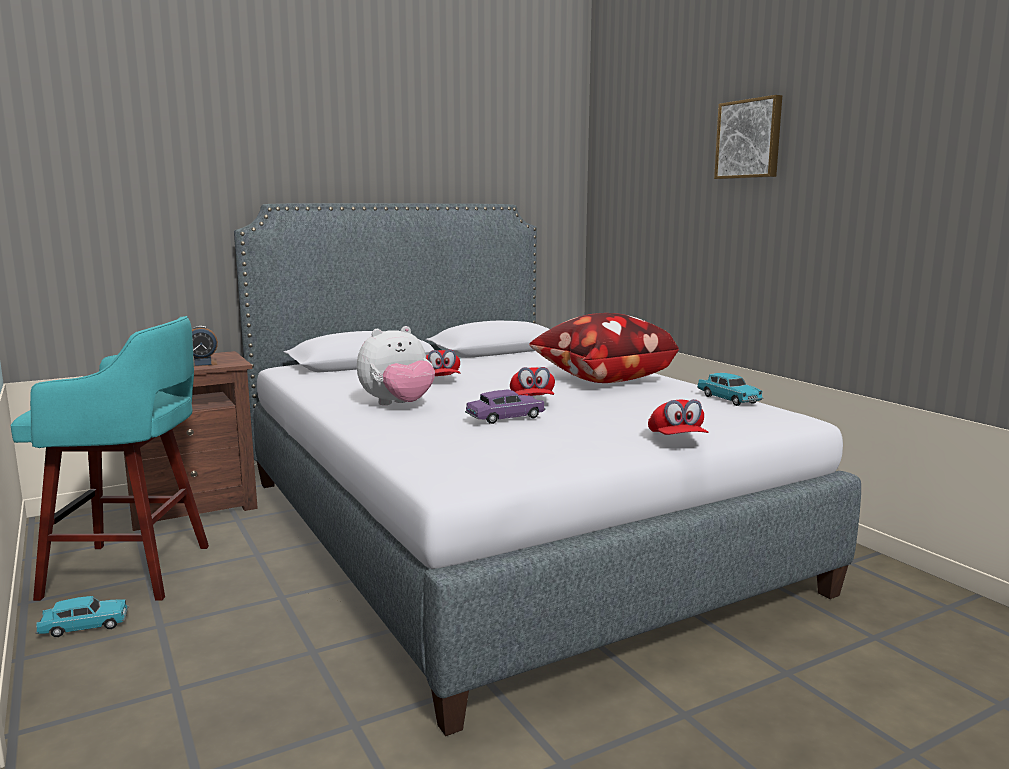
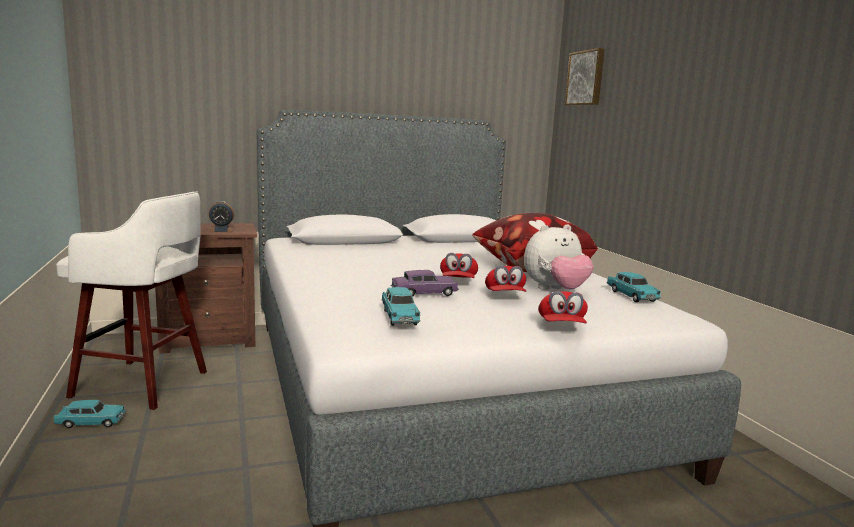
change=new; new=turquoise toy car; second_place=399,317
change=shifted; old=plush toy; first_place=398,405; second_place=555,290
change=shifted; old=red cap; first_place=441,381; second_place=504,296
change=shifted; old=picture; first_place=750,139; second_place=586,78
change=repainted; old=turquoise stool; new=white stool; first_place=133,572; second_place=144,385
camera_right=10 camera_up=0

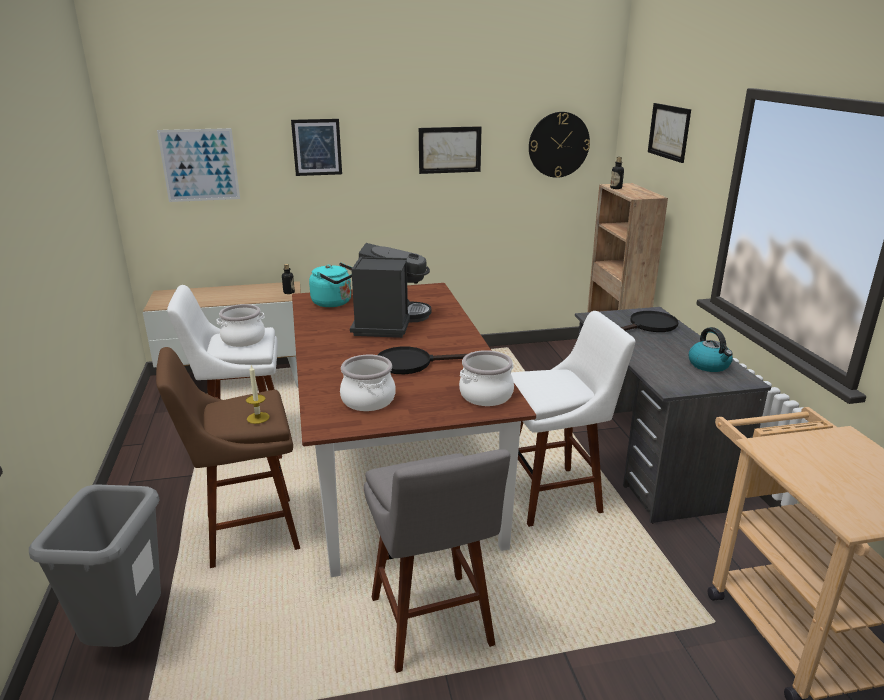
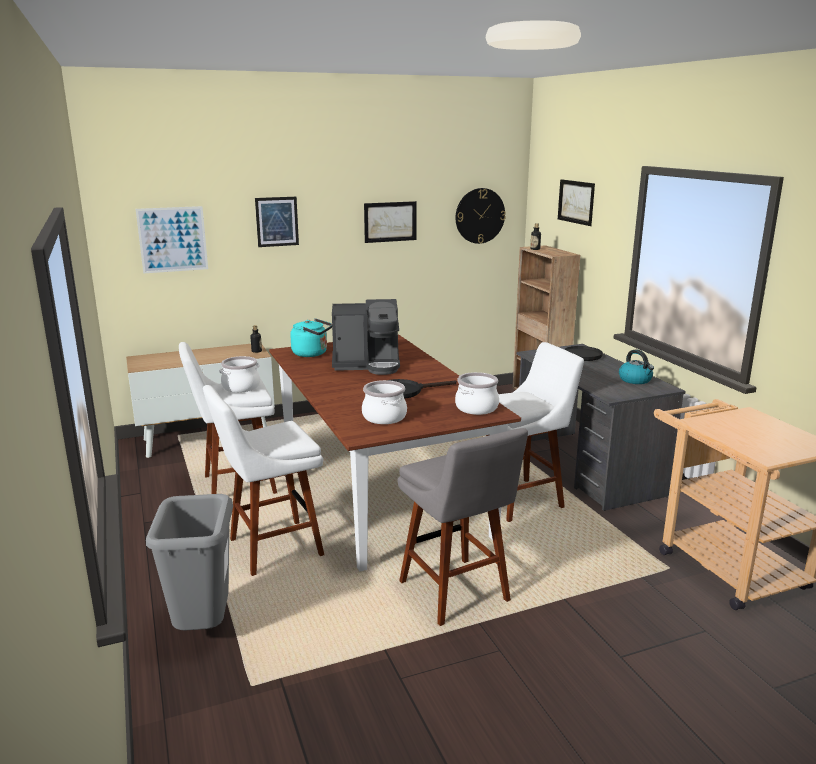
change=gone; old=candle; first_place=258,418
change=repainted; old=brown stool; new=white stool; first_place=245,532; second_place=270,548
change=rotated; old=coffee machine; first_place=388,322; second_place=368,365; degrees=90
camera_right=-10 camera_up=-5

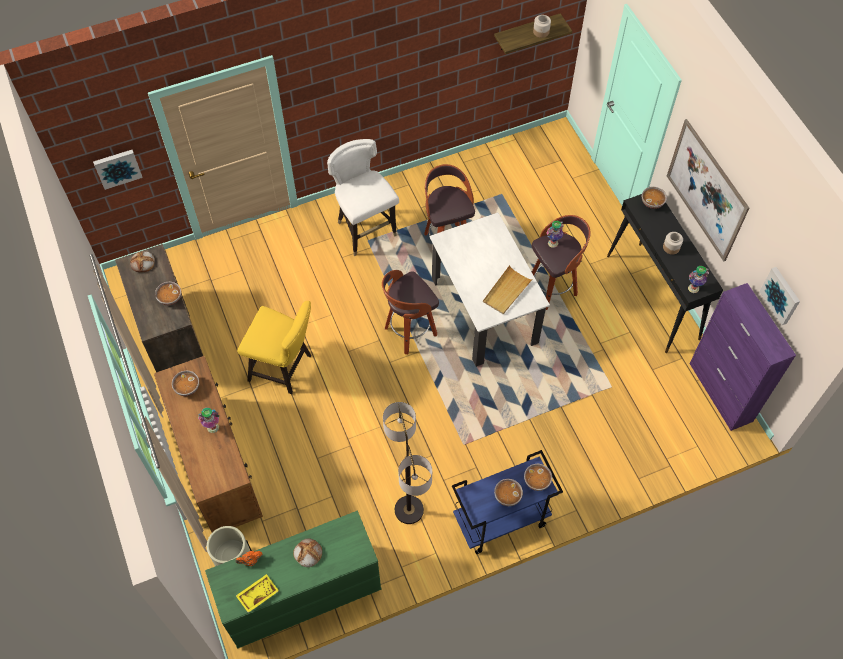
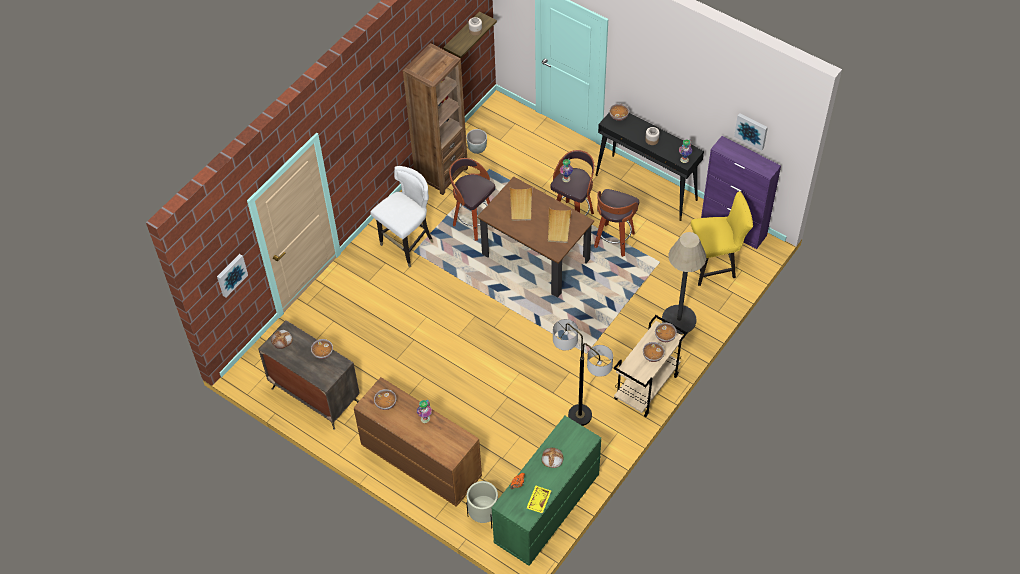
change=gone; old=picture; first_place=706,190
change=new; new=brown bookcase; second_place=441,173
change=new; new=grey planter; second_place=477,148
change=new; new=beige tray; second_place=521,205
change=new; new=floor lamp; second_place=679,319
change=shifted; old=yellow chair; first_place=284,368; second_place=715,265
change=shifted; old=stool; first_place=409,332; second_place=614,241
change=repainted; old=white dining table; new=brown dining table; first_place=484,311; second_place=536,257
change=repainted; old=blue cart; new=beige cart; first_place=500,521; second_place=646,388
change=rotated; old=white chair; first_place=366,231; second_place=407,245; degrees=105
camera_right=-30 camera_up=-5

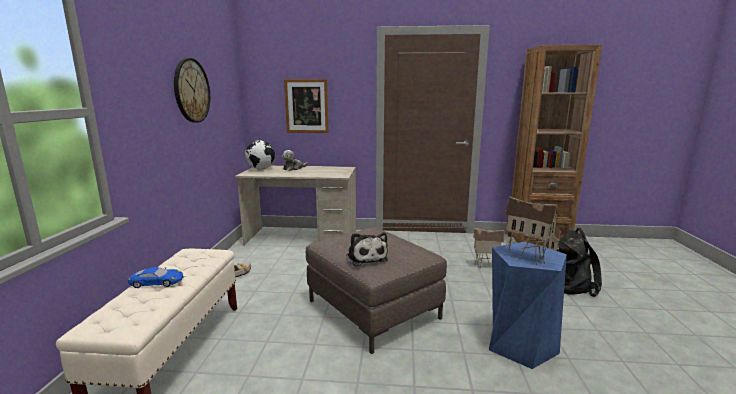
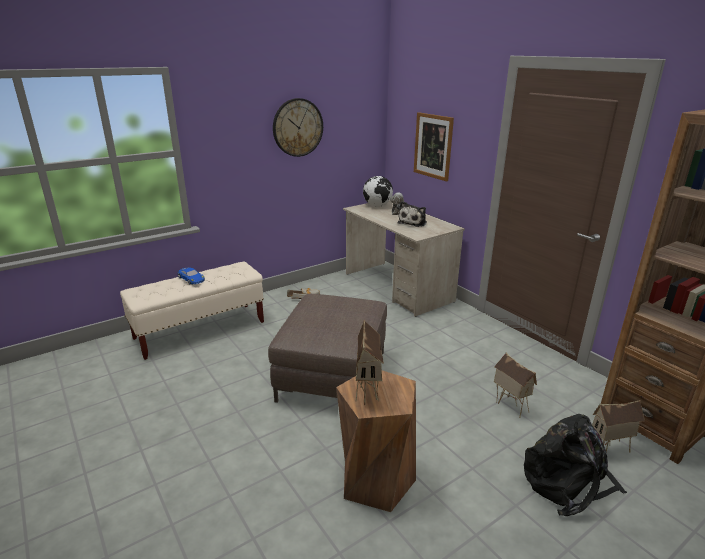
change=shifted; old=plush toy; first_place=366,258; second_place=413,222
change=repainted; old=blue stool; new=brown stool; first_place=520,344; second_place=376,479
camera_right=50 camera_up=10

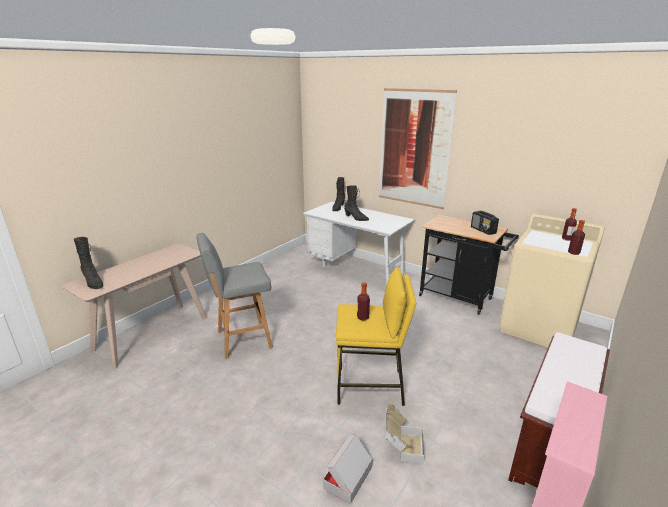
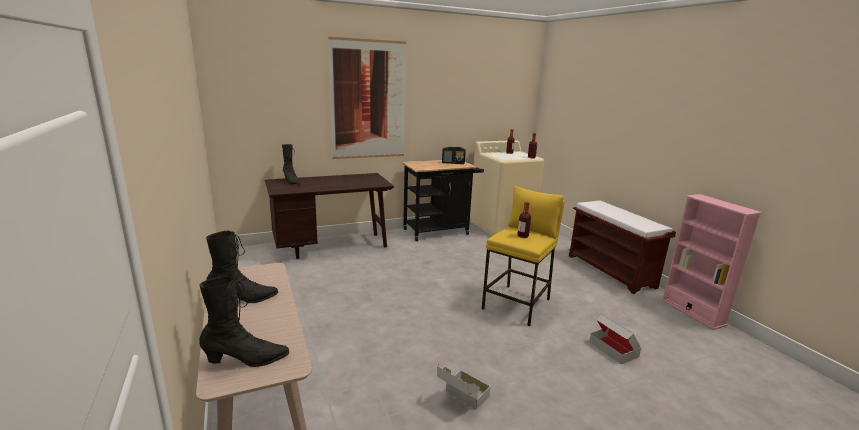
change=gone; old=grey stool; first_place=242,340
change=shifted; old=black boot; first_place=356,218; second_place=244,299
change=shifted; old=cardboard box; first_place=402,446; second_place=461,399
change=repainted; old=white desk; new=brown desk; first_place=356,269; second_place=331,246
camera_right=-60 camera_up=-5

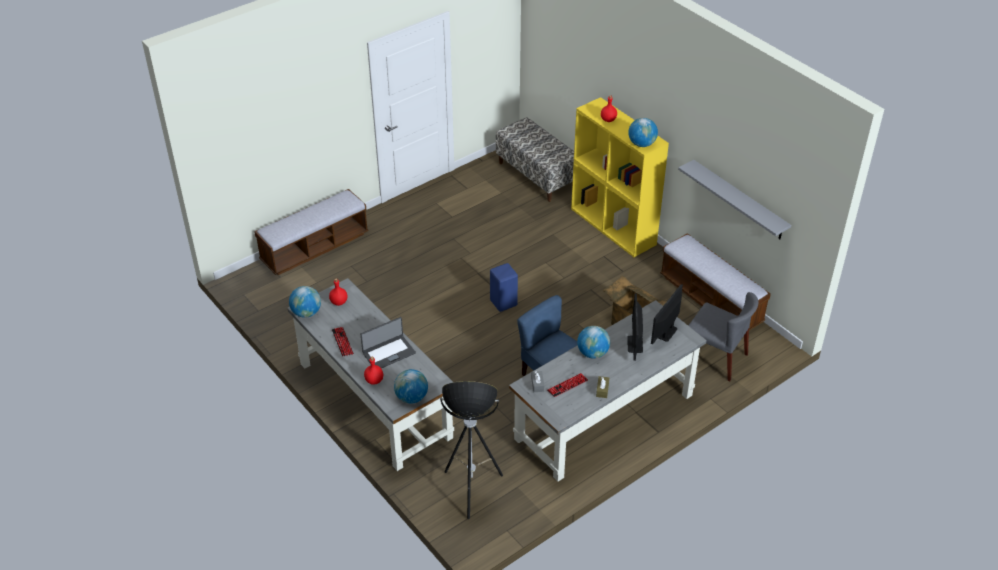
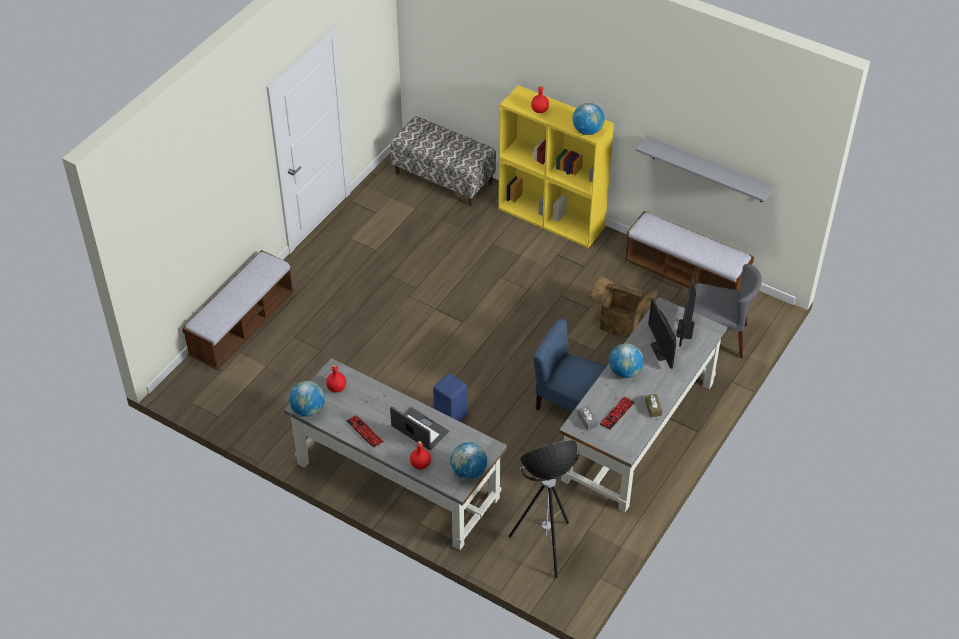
change=shifted; old=blue stool; first_place=504,303; second_place=451,416
change=rotated; old=laptop; first_place=388,353; second_place=419,430; degrees=-90
camera_right=-20 camera_up=5

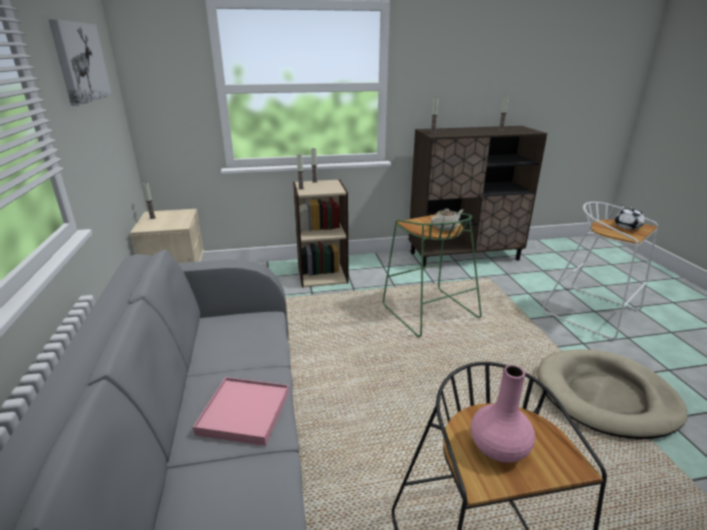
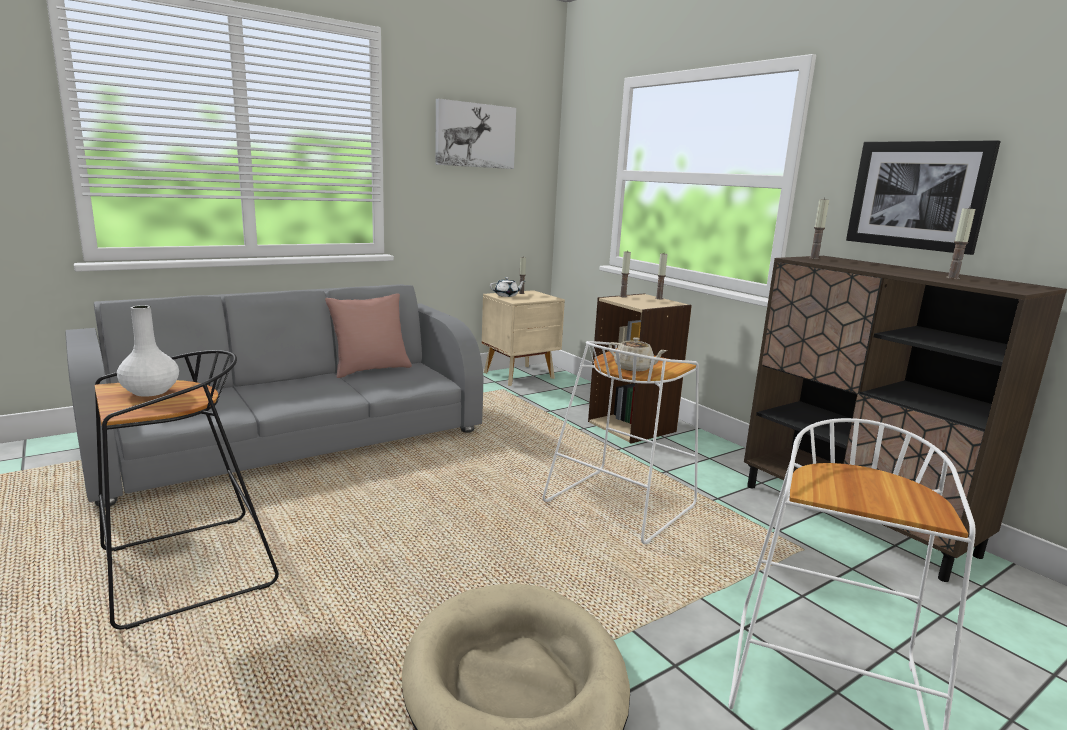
change=gone; old=pink tray; first_place=244,413
change=new; new=pink pillow; second_place=370,370
change=new; new=picture; second_place=917,195
change=shifted; old=white teapot; first_place=627,226; second_place=507,295
change=repainted; old=green stool; new=white stool; first_place=428,311; second_place=620,503
change=repainted; old=pink vase; new=white vase; first_place=499,448; second_place=150,392
camera_right=65 camera_up=-10

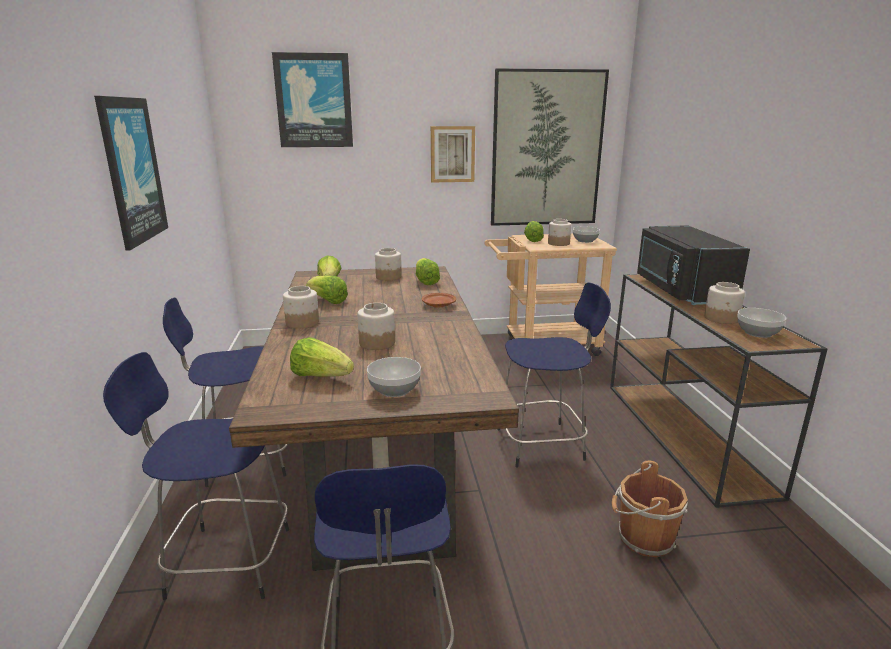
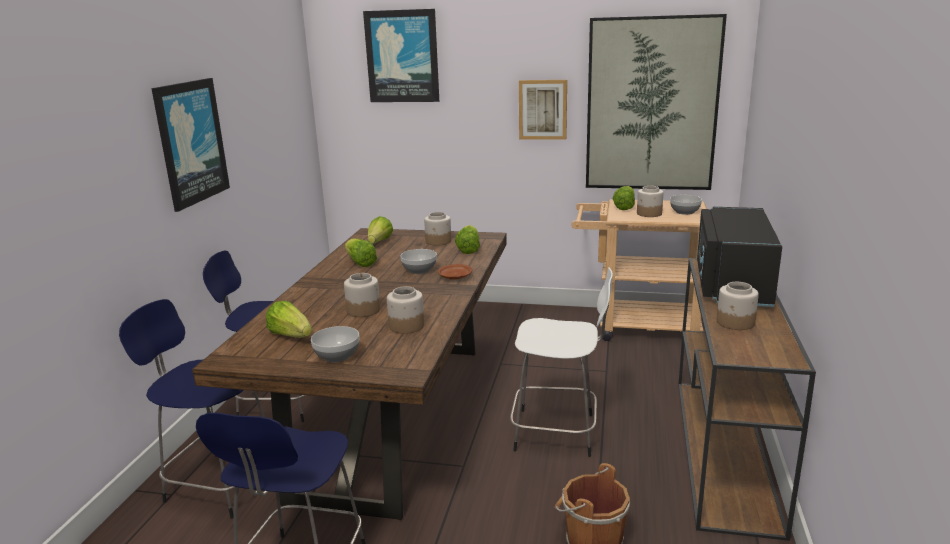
change=shifted; old=jar; first_place=302,323; second_place=406,326
change=shifted; old=bowl; first_place=758,333; second_place=419,270
change=repainted; old=blue stool; new=white stool; first_place=543,444; second_place=558,432
camera_right=20 camera_up=0

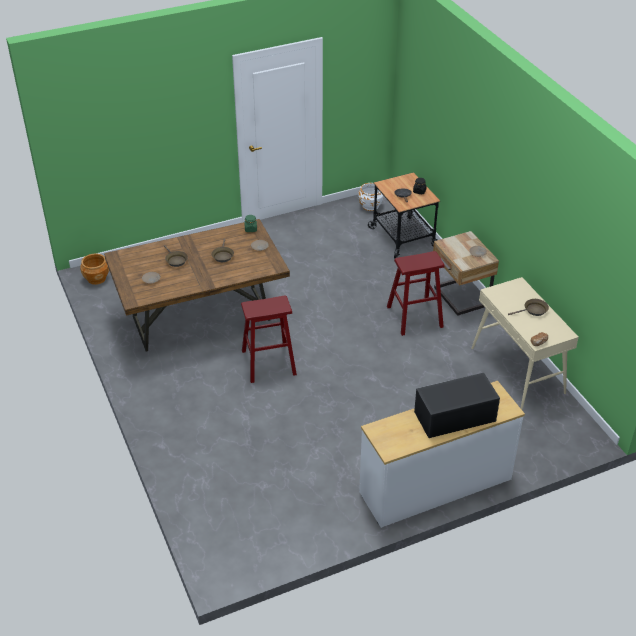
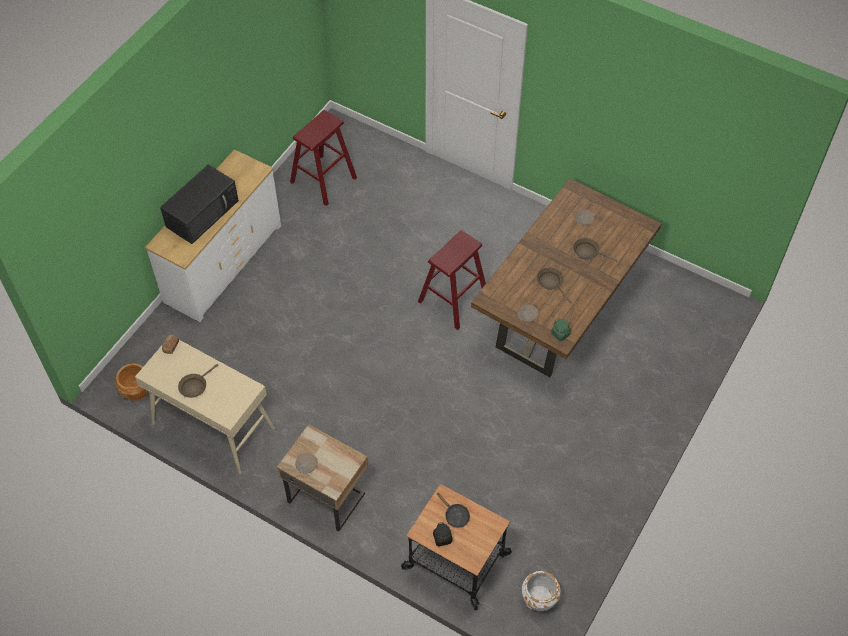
change=shifted; old=brown planter; first_place=96,278; second_place=137,391
change=shifted; old=red stool; first_place=414,317; second_place=323,180
camera_right=145 camera_up=15

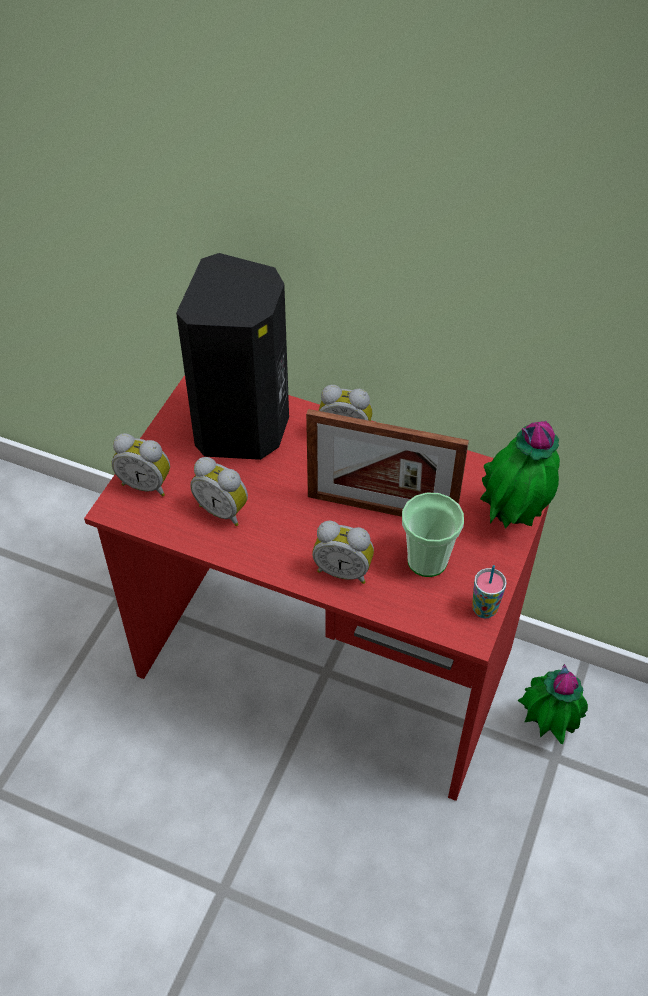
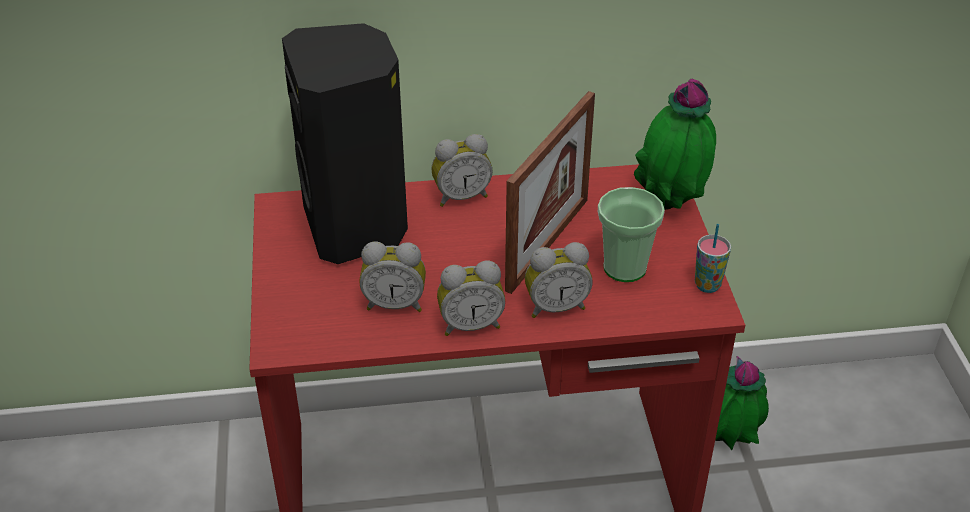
change=shifted; old=alarm clock; first_place=146,484; second_place=470,324
change=rotated; old=picture frame; first_place=381,509; second_place=547,244; degrees=-45
camera_right=-30 camera_up=-10

